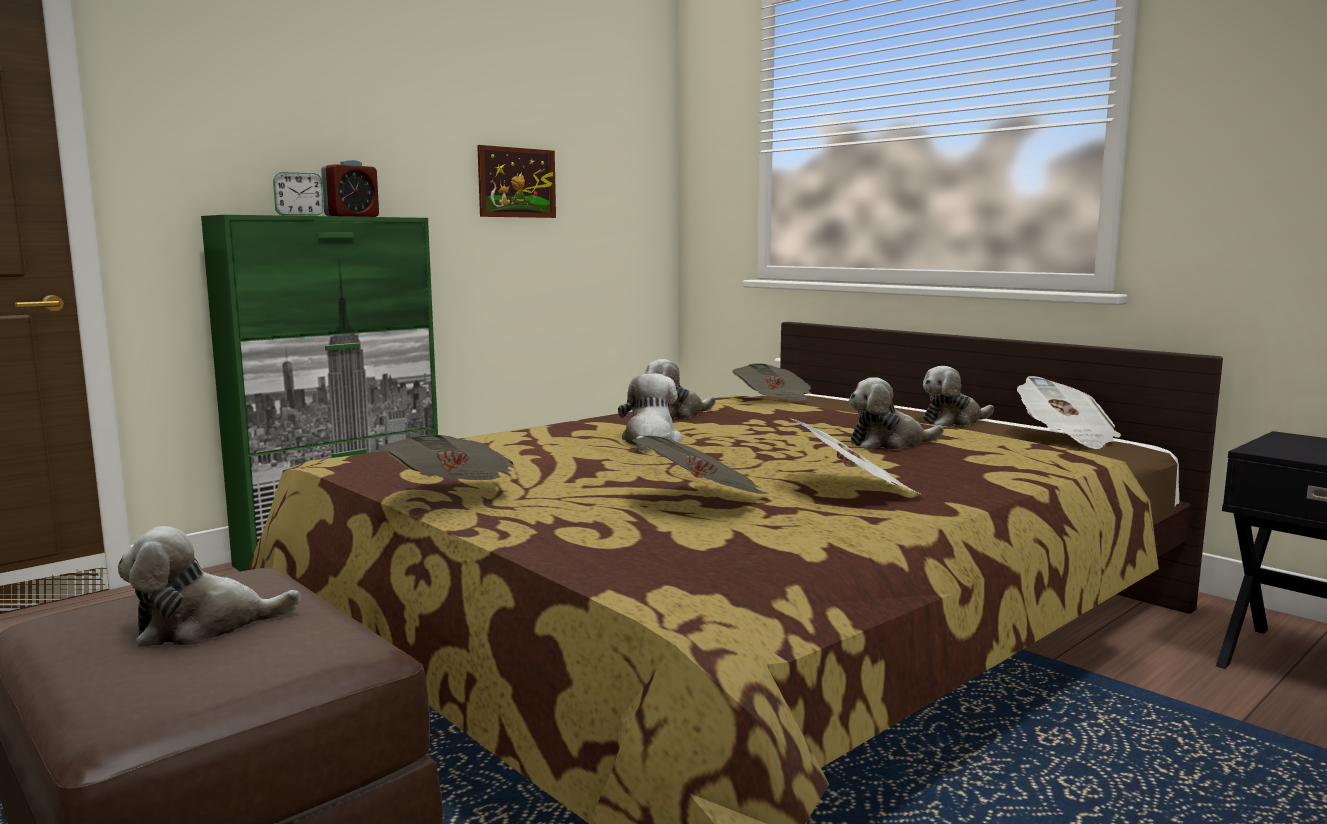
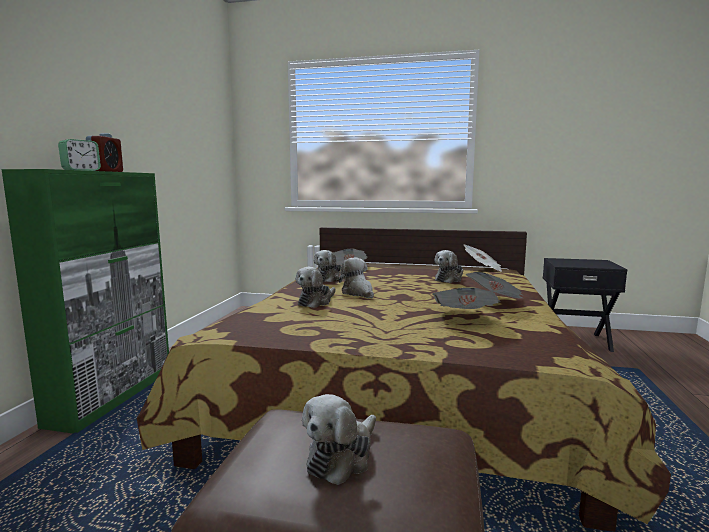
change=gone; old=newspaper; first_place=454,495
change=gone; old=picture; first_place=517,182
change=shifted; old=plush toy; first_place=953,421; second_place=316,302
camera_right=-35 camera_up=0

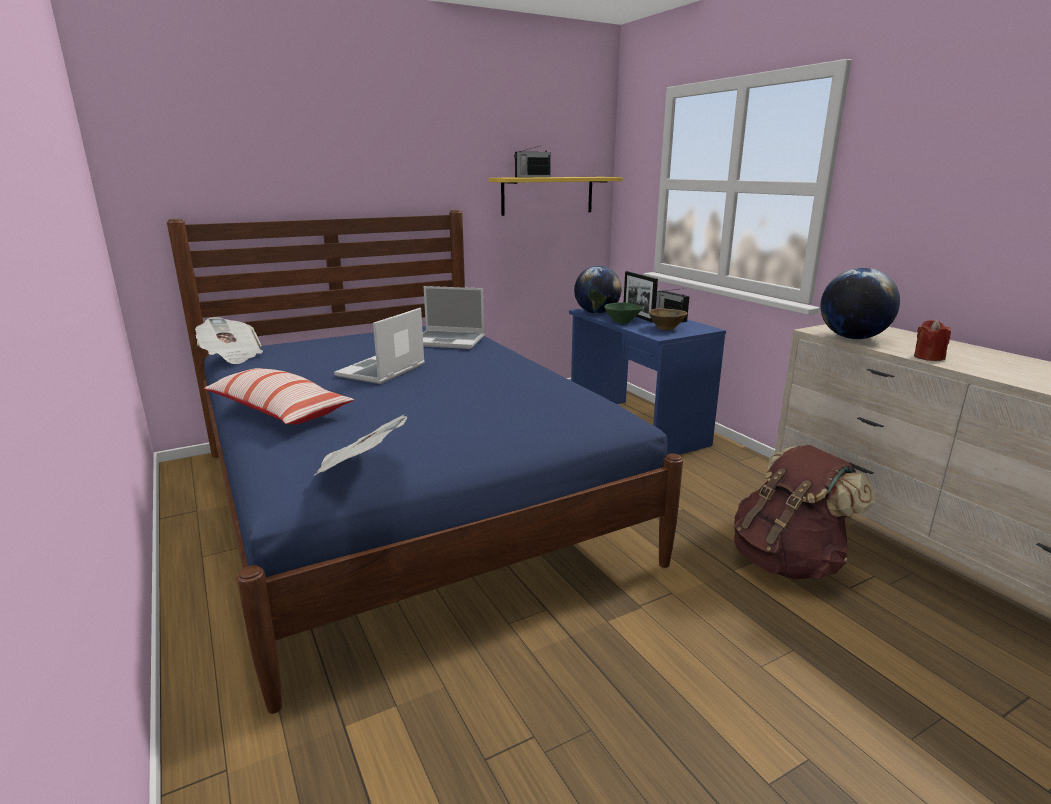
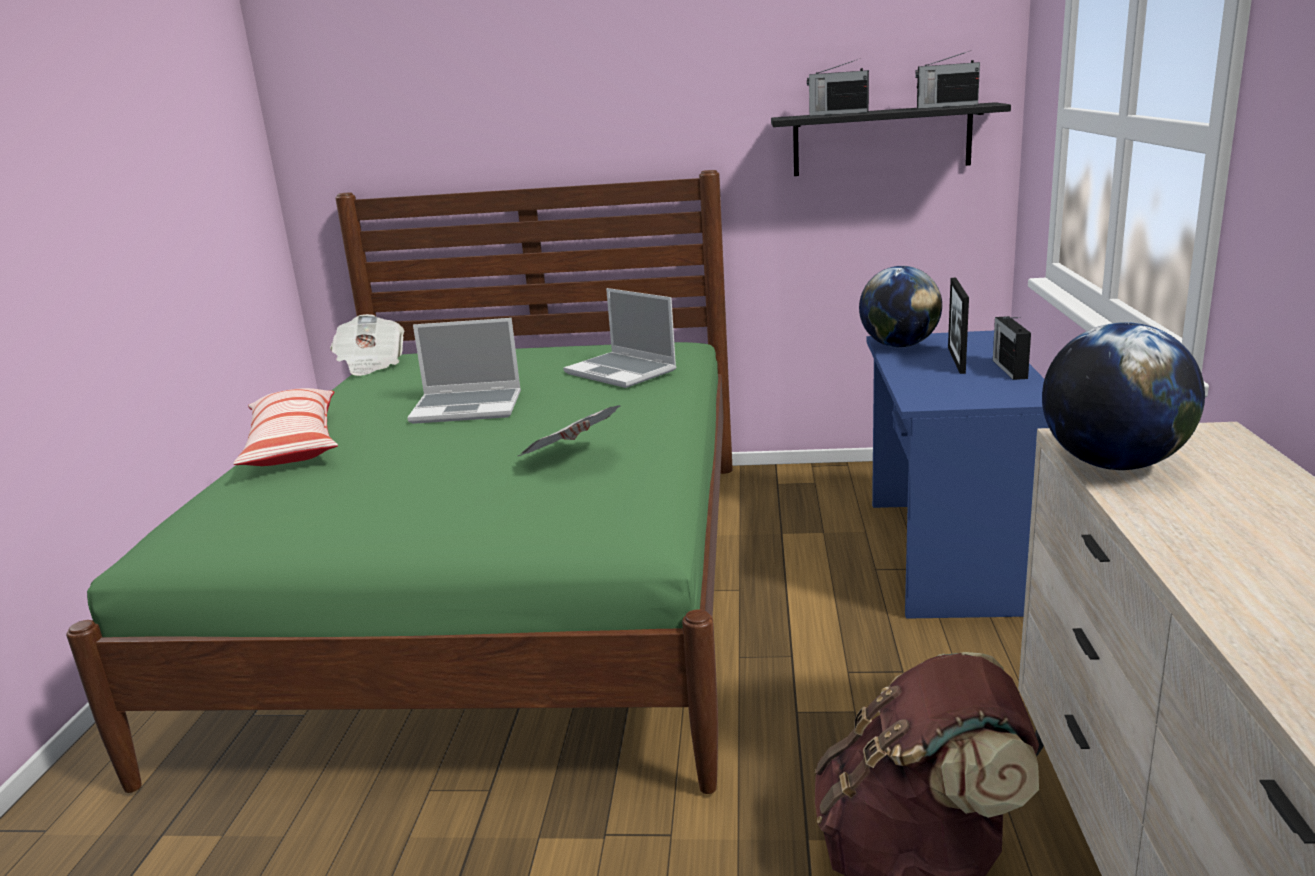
change=gone; old=green bowl; first_place=622,322
change=gone; old=brown bowl; first_place=666,328
change=gone; old=red candle; first_place=928,357
change=new; new=radio; second_place=945,106
change=shifted; old=newspaper; first_place=361,468; second_place=571,458
change=repainted; old=blue bed; new=green bed; first_place=405,502; second_place=504,589
change=repainted; old=yellow shelf; new=black shelf; first_place=547,195; second_place=881,140
change=rotated; old=laptop; first_place=381,371; second_place=469,407; degrees=-150
camera_right=35 camera_up=0

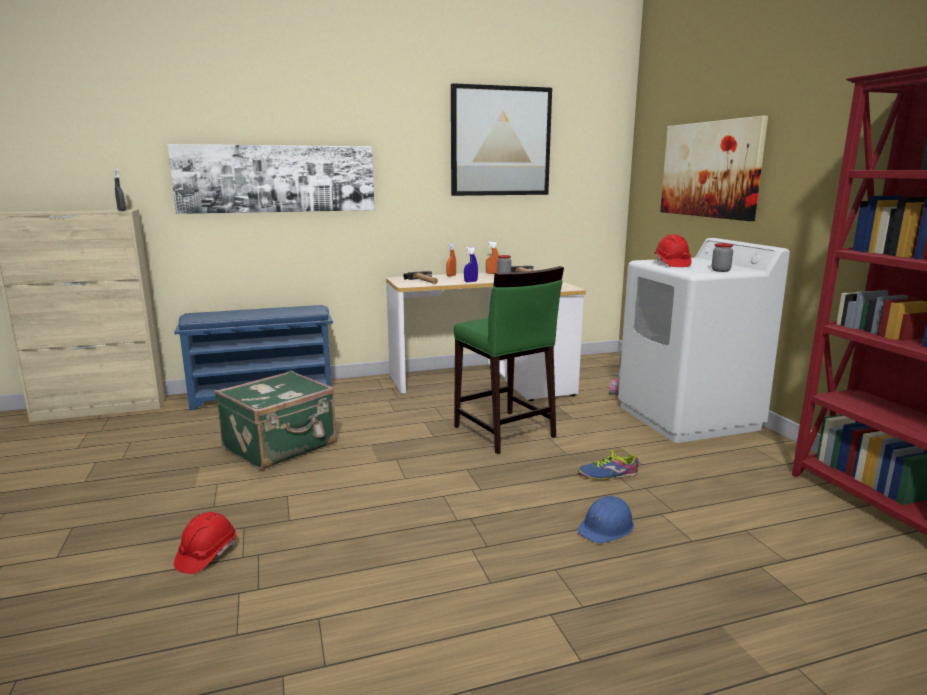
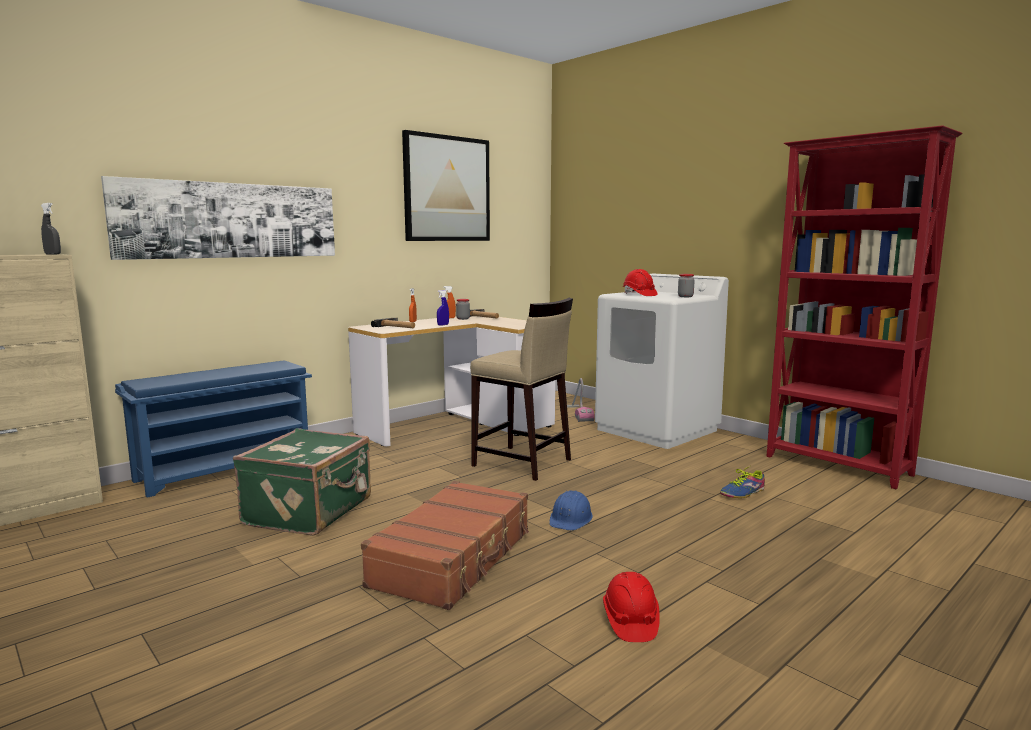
change=gone; old=picture; first_place=710,169
change=new; new=brown suitcase; second_place=454,558
change=shifted; old=red hard hat; first_place=206,555; second_place=630,621
change=shifted; old=blue hard hat; first_place=606,527; second_place=571,518
change=shifted; old=shoe; first_place=608,475; second_place=743,493
change=repainted; old=green stool; new=beige stool; first_place=504,432; second_place=522,463
camera_right=-25 camera_up=-5

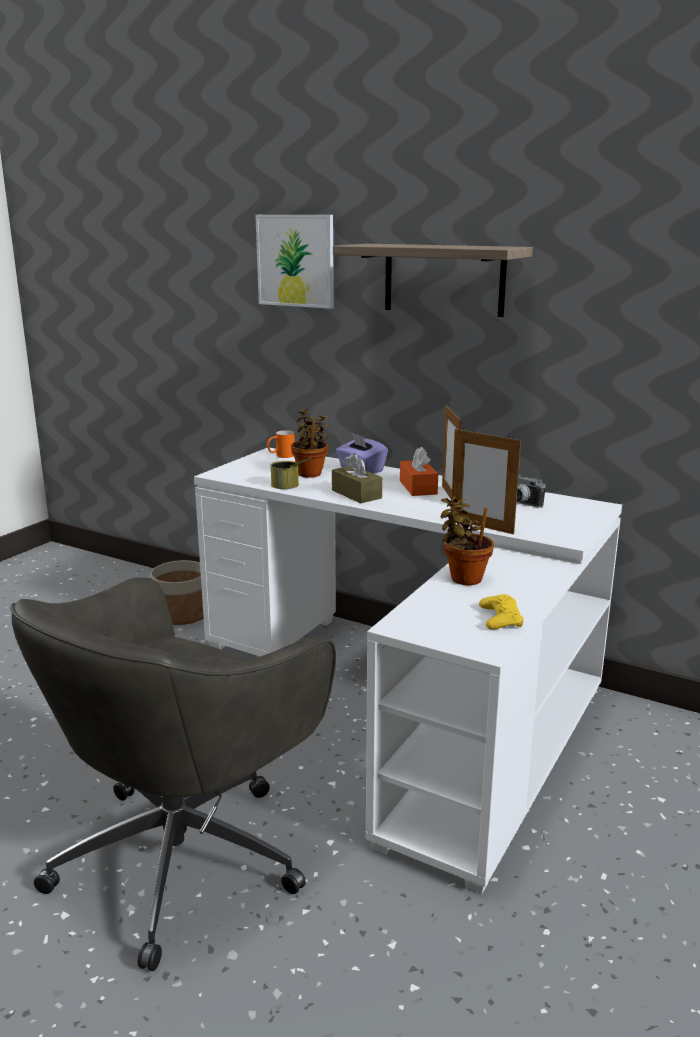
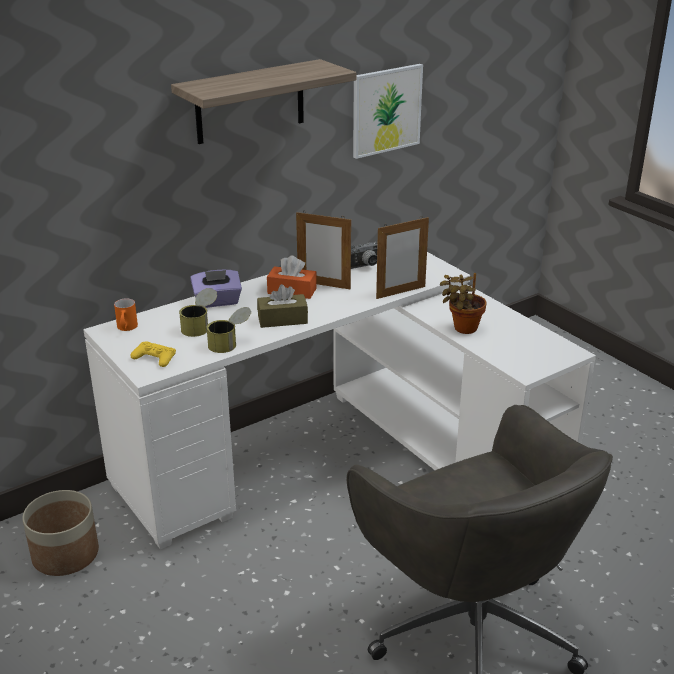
change=shifted; old=picture; first_place=296,261; second_place=386,110
change=shifted; old=yellow game controller; first_place=500,618; second_place=154,358
change=swapped; old=potted plant; new=can; first_place=310,473; second_place=200,326
camera_right=-65 camera_up=10

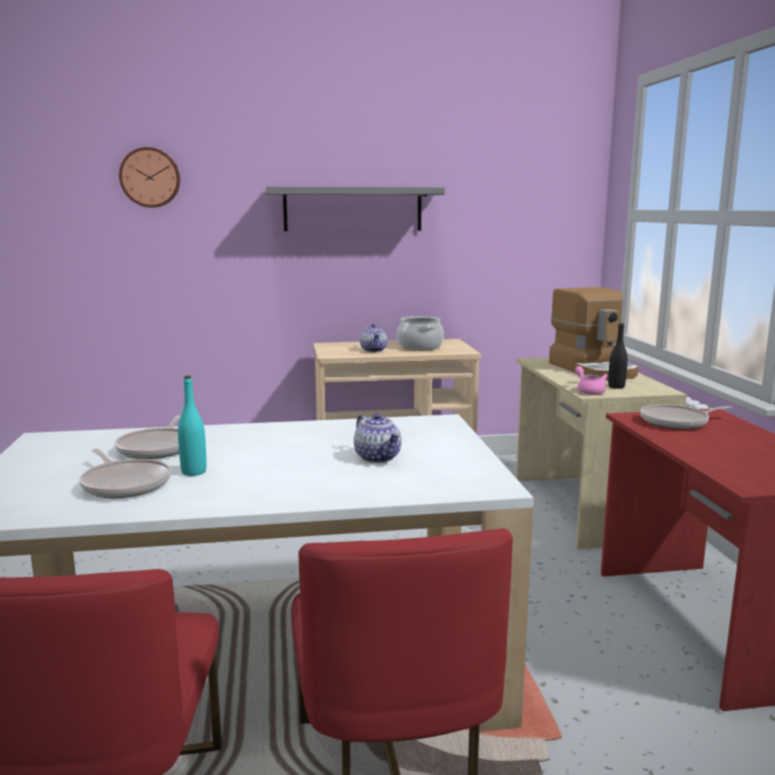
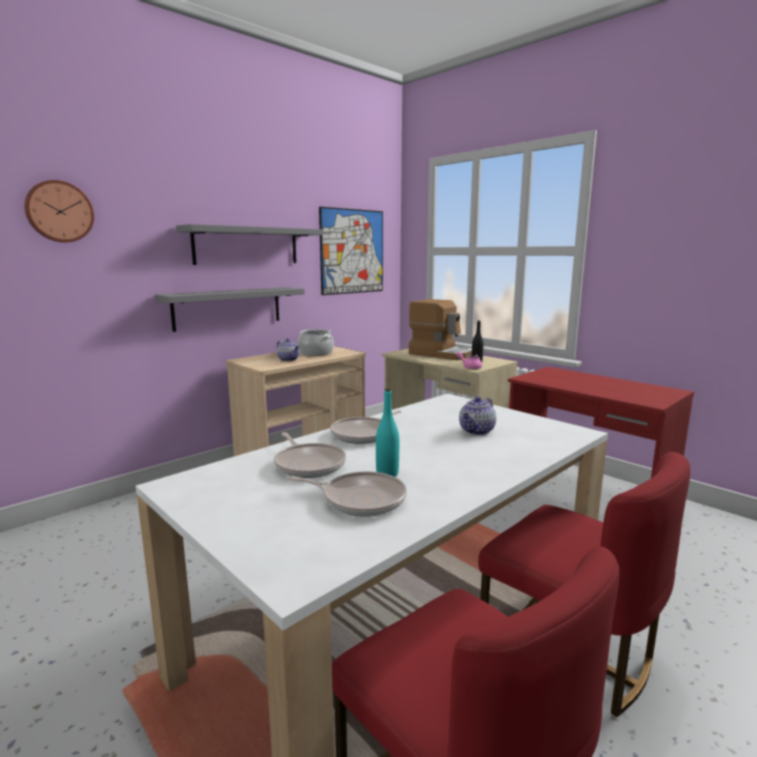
change=new; new=grey shelf; second_place=228,308
change=new; new=picture; second_place=352,251
change=shifted; old=frying pan; first_place=677,422; second_place=364,434
change=rotated; old=teapot; first_place=378,457; second_place=477,431; degrees=105
camera_right=-35 camera_up=0

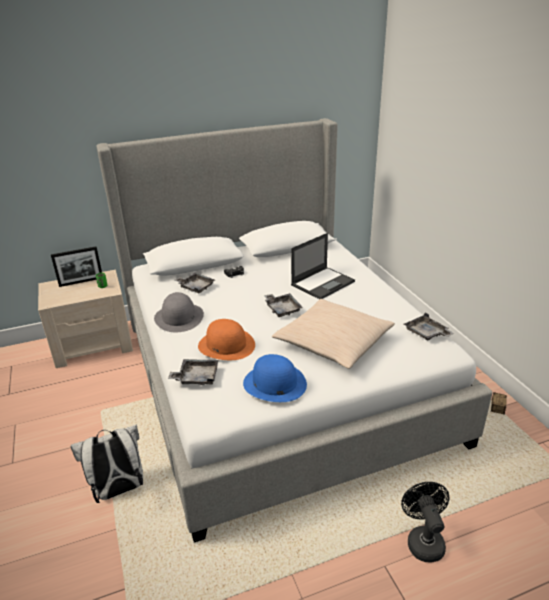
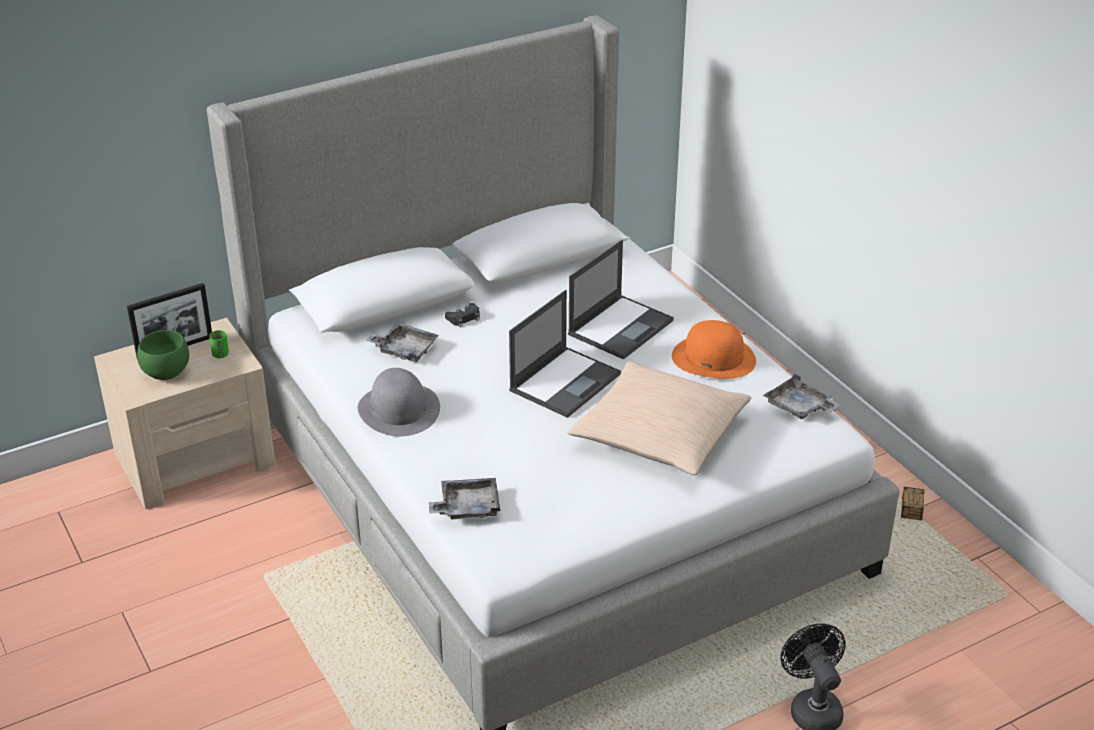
change=gone; old=white backpack; first_place=118,490
change=gone; old=blue hat; first_place=274,383
change=new; new=green bowl; second_place=165,373
change=shifted; old=orange hat; first_place=226,345; second_place=714,358
change=swapped; old=grey tray; new=laptop; first_place=282,309; second_place=565,381
camera_right=-10 camera_up=5

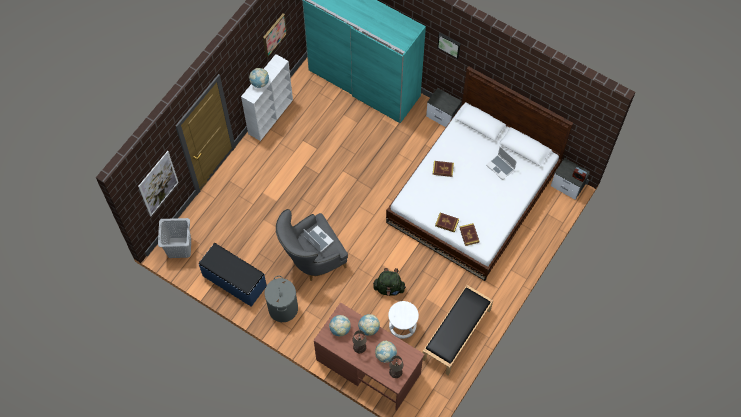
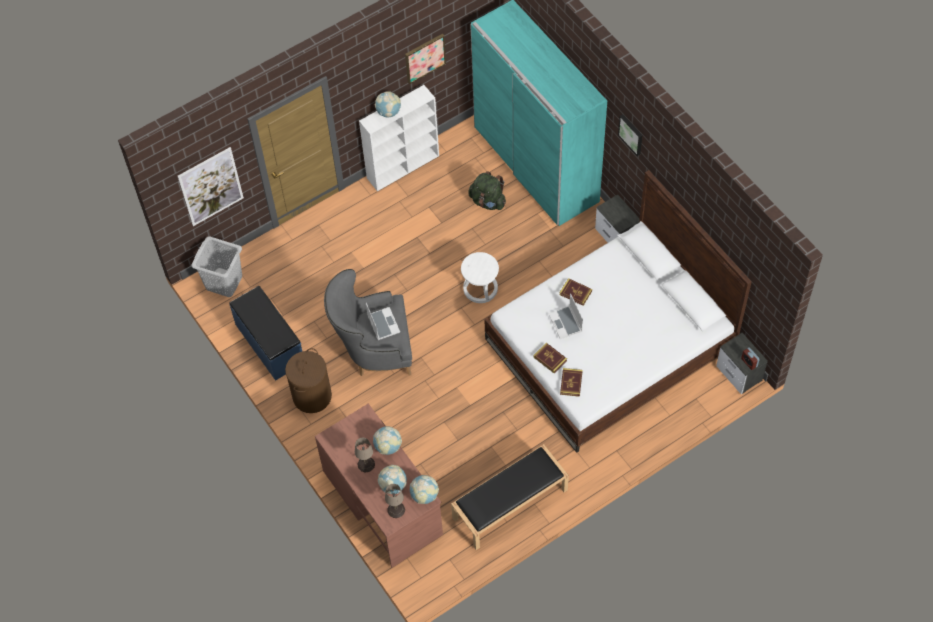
change=shifted; old=globe; first_place=340,329; second_place=424,495
change=shifted; old=green backpack; first_place=389,288; second_place=488,201
change=shifted; old=white stool; first_place=402,325; second_place=480,288
change=shifted; old=laptop; first_place=501,167; second_place=566,323
change=repainted; old=grey laundry basket; new=brown laundry basket; first_place=283,308; second_place=312,396
camera_right=25 camera_up=-5

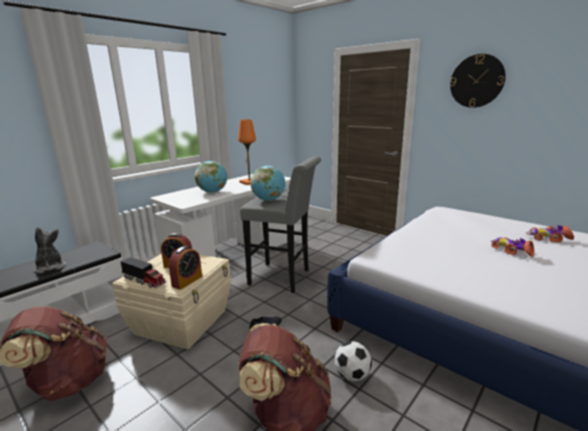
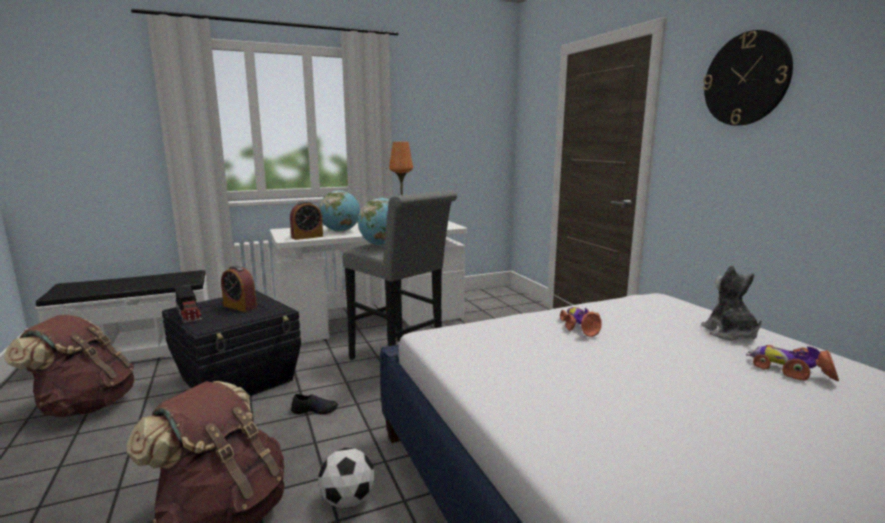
change=shifted; old=plush toy; first_place=50,267; second_place=729,333
change=shifted; old=alarm clock; first_place=187,281; second_place=307,237
change=shifted; old=toy car; first_place=511,250; second_place=580,327
change=repainted; old=beige storage box; new=black storage box; first_place=182,322; second_place=239,380
camera_right=25 camera_up=-5

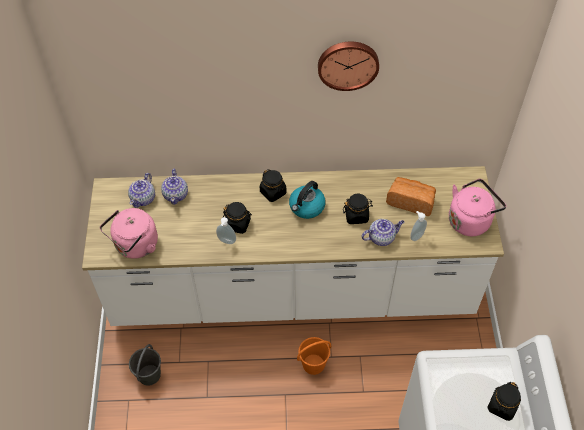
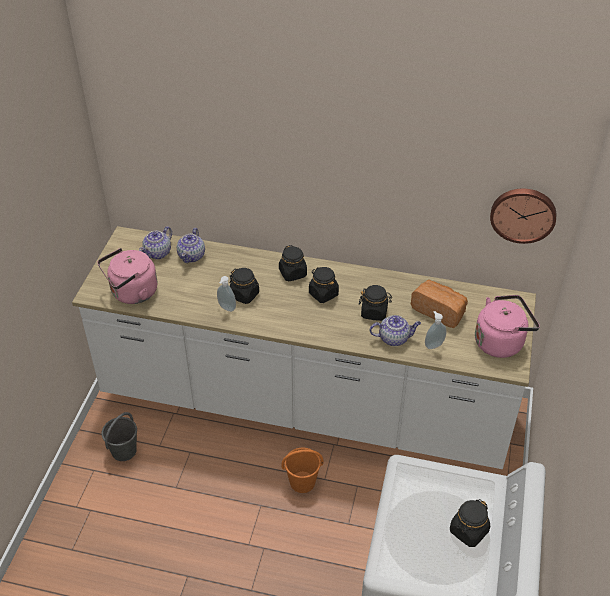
change=shifted; old=wall clock; first_place=348,64; second_place=523,214
change=swapped; old=kettle; new=black jar; first_place=306,207; second_place=323,294
camera_right=15 camera_up=-10

